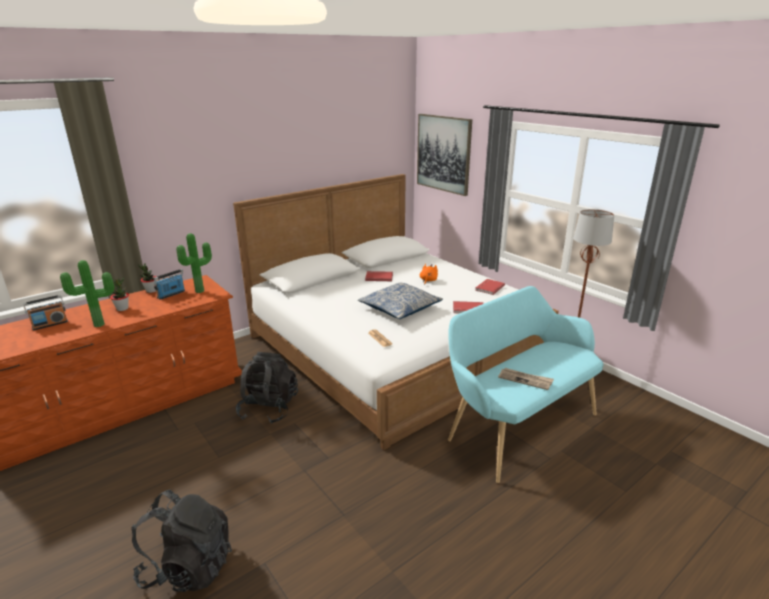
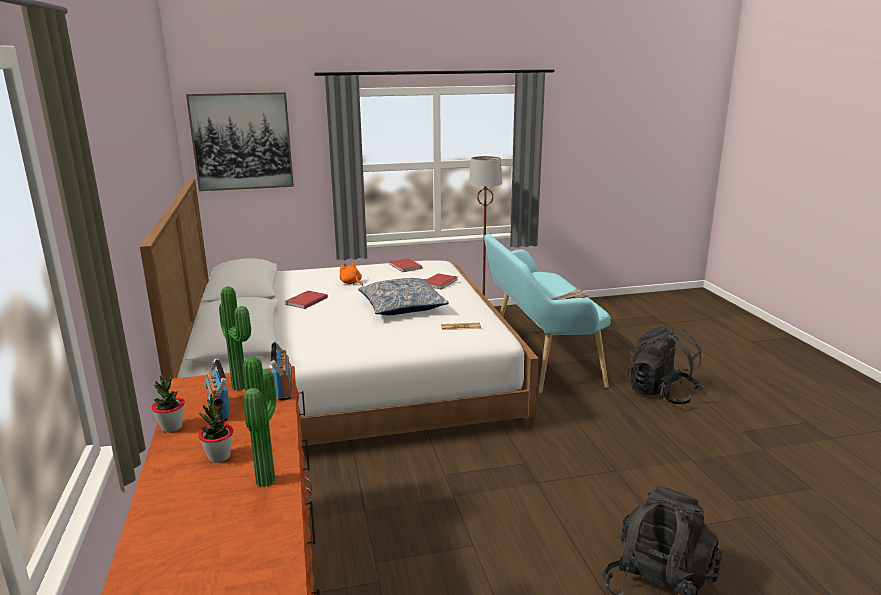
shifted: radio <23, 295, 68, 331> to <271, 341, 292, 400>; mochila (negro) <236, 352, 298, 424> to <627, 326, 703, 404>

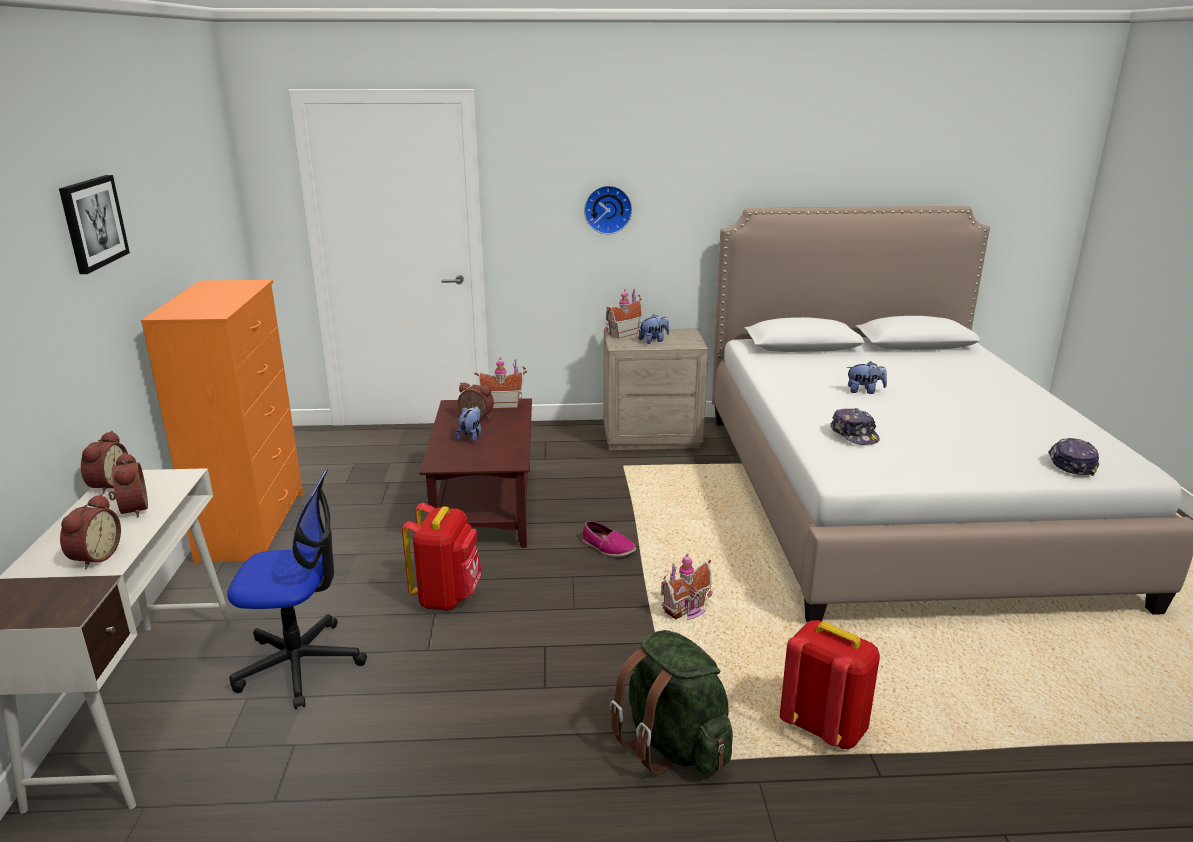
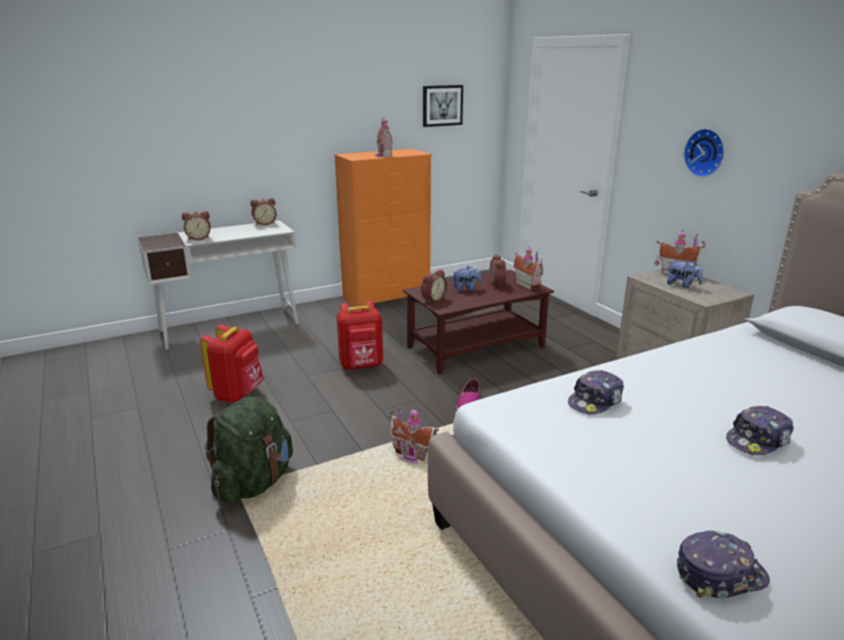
gone: silla de oficina <227, 468, 367, 709>; peluche <847, 361, 887, 394>
new: casita <375, 116, 393, 157>; gorra <726, 406, 794, 455>
shifted: mochila (rojo) <780, 620, 880, 749> to <200, 324, 264, 403>; despertador <108, 452, 148, 517> to <421, 269, 447, 303>; cuadro <59, 175, 130, 274> to <423, 85, 463, 127>

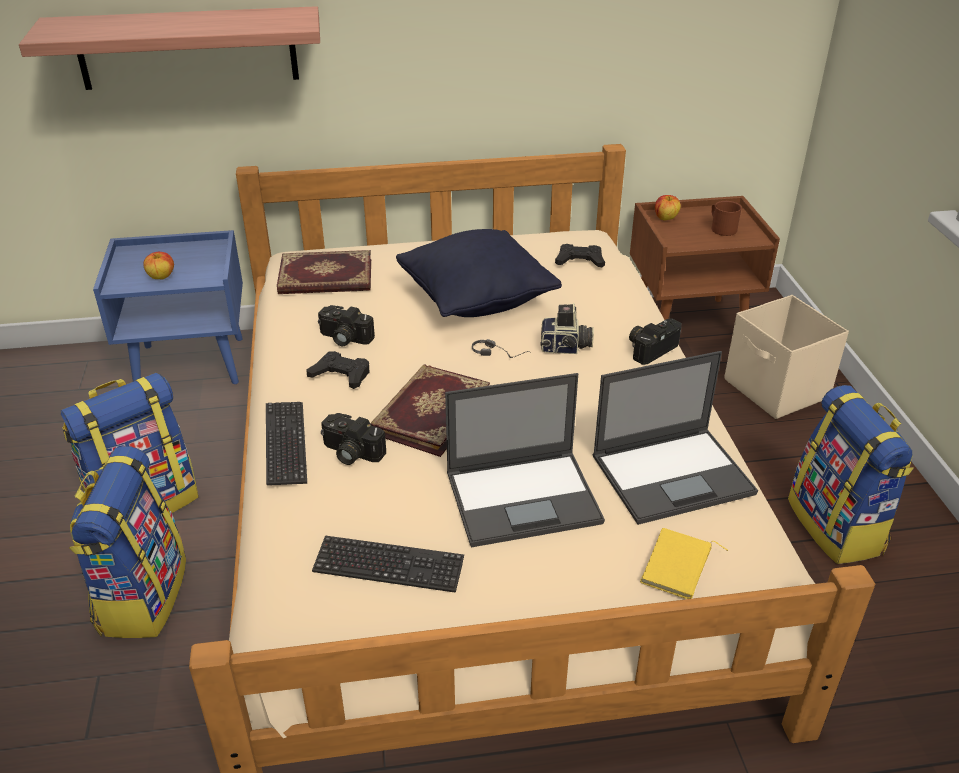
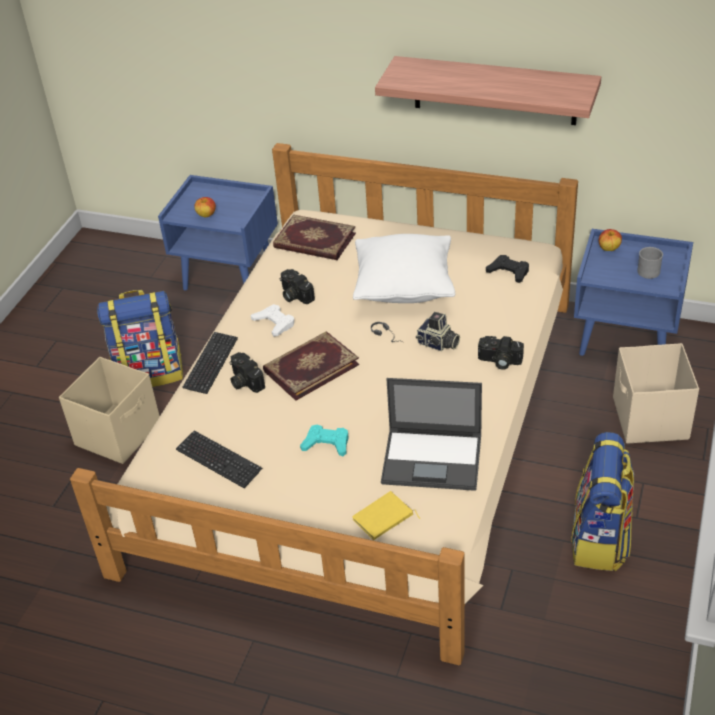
shifted: estante <19, 6, 320, 90> to <375, 56, 601, 125>
swapped: mochila <69, 446, 186, 638> to caja de almacenaje (beis) <59, 357, 160, 464>; portátil <445, 373, 605, 547> to mando de consola (turquesa) <300, 425, 349, 456>
repainted: mando de consola (negro) <306, 351, 369, 389> to mando de consola (blanco) <251, 304, 294, 336>; cojín (negro) <396, 229, 562, 317> to cojín (blanco) <353, 234, 455, 303>; mesita de noche (marrón) <630, 196, 780, 320> to mesita de noche (azul) <574, 229, 693, 356>; taza grande (marrón) <711, 201, 742, 236> to taza grande (gris) <637, 247, 663, 279>
rotated: cámara <629, 318, 682, 365> = <478, 336, 524, 370> 150 degrees counterclockwise

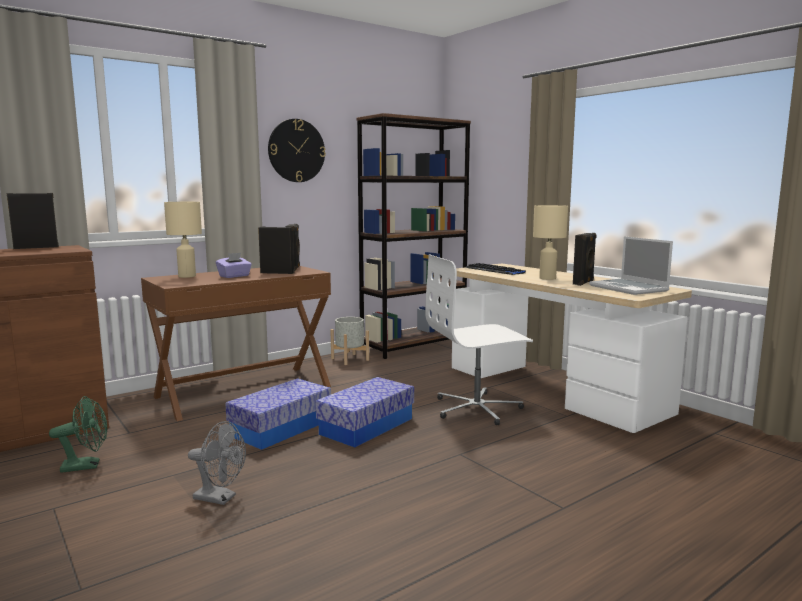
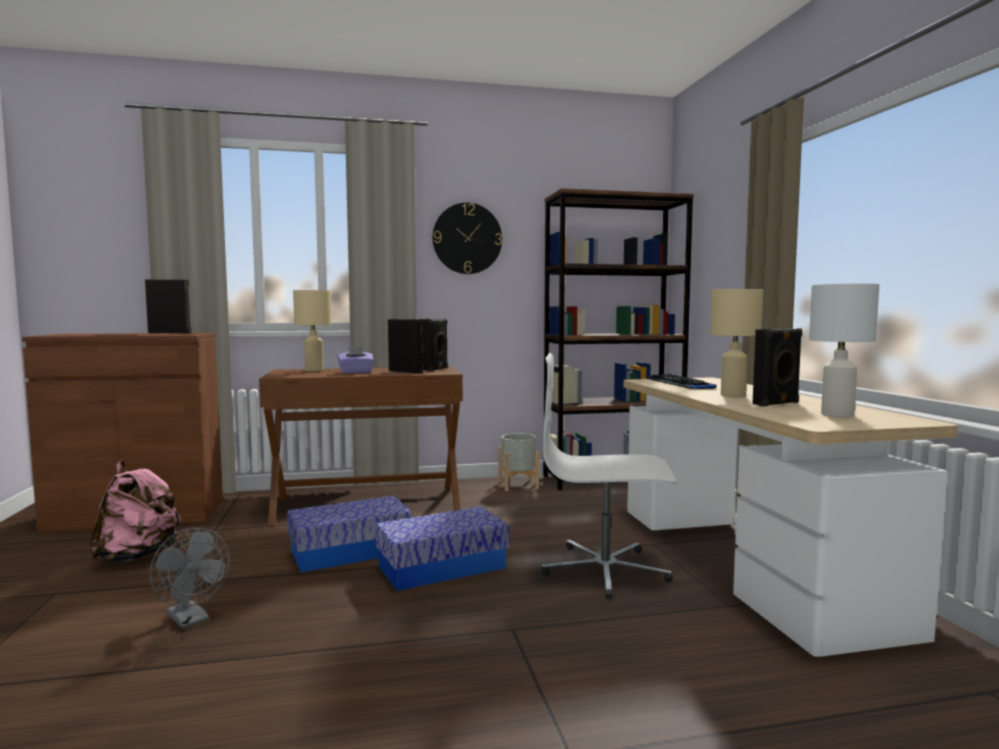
swapped: ventilador (verde) <49, 396, 107, 473> to mochila (rosa) <89, 460, 181, 562>; portátil <589, 236, 673, 295> to lámpara de mesa (blanco) <809, 283, 879, 418>

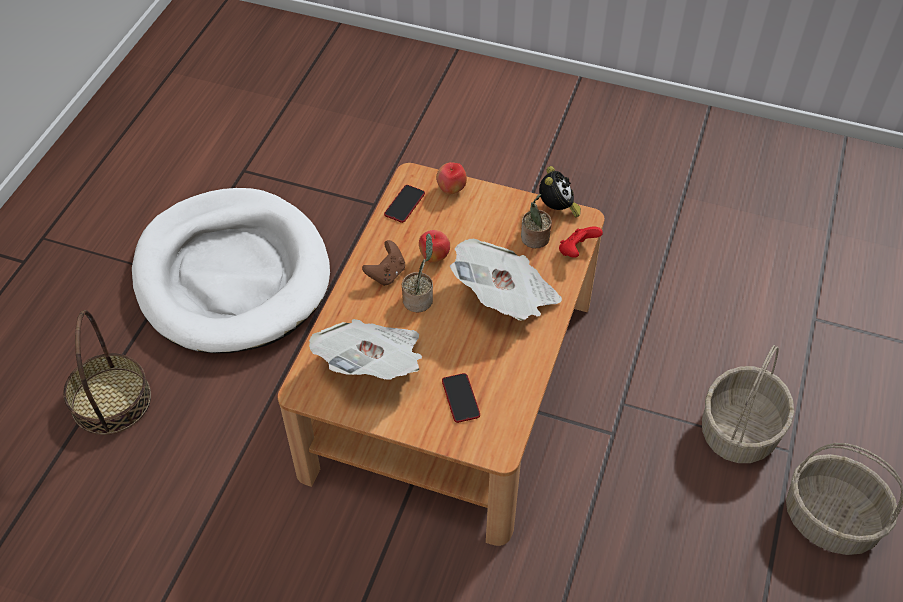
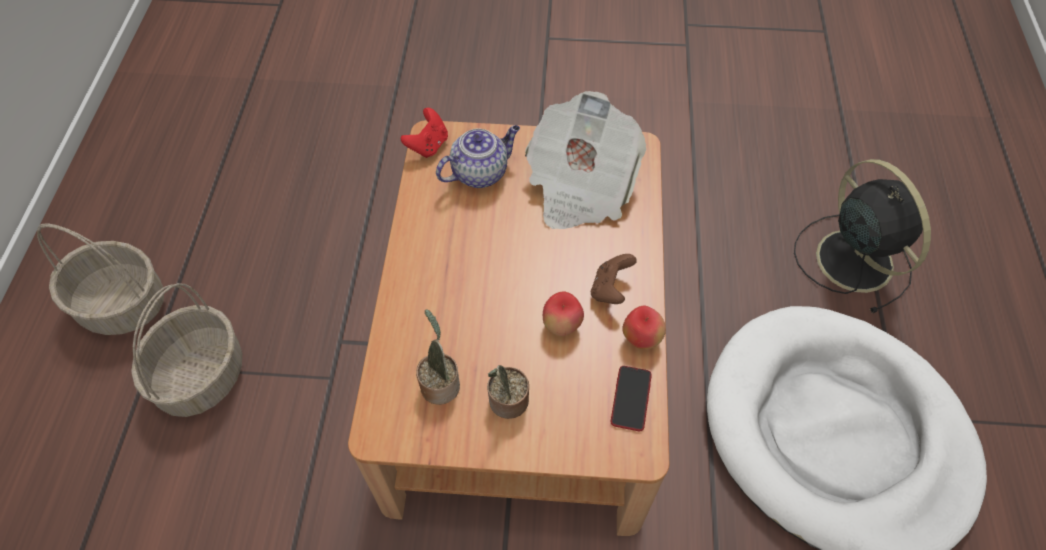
gone: periódico <450, 239, 562, 321>; despertador <539, 166, 581, 218>
shifted: mando de consola (rojo) <559, 226, 603, 258> to <401, 108, 448, 158>; planta en maceta <402, 233, 433, 313> to <487, 365, 529, 419>; manzana <436, 162, 467, 195> to <622, 306, 666, 349>
swapped: móvil <442, 373, 480, 423> to tetera <436, 125, 520, 188>; cesta <63, 310, 151, 435> to ventilador (negro) <794, 159, 931, 313>

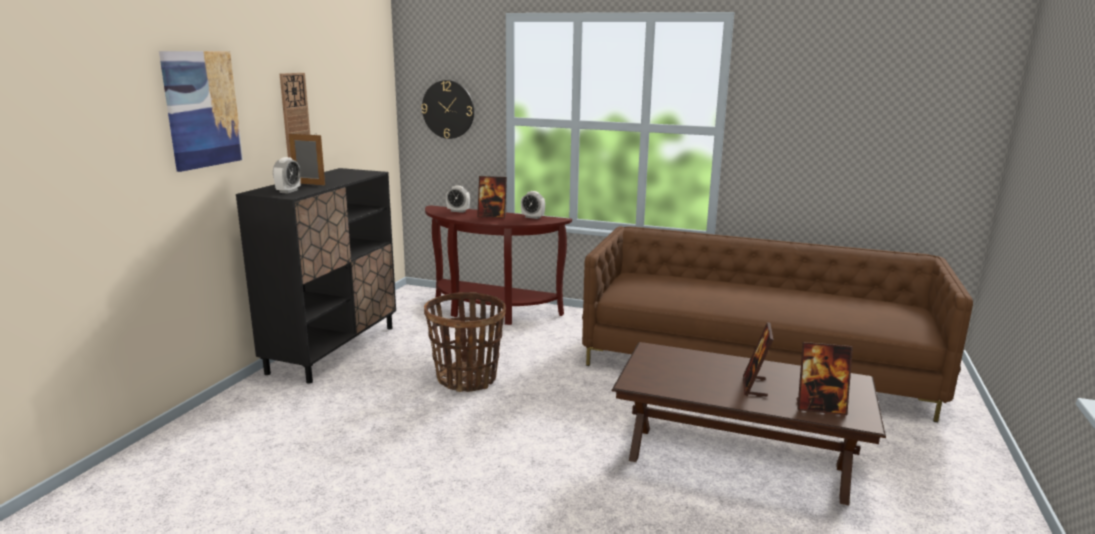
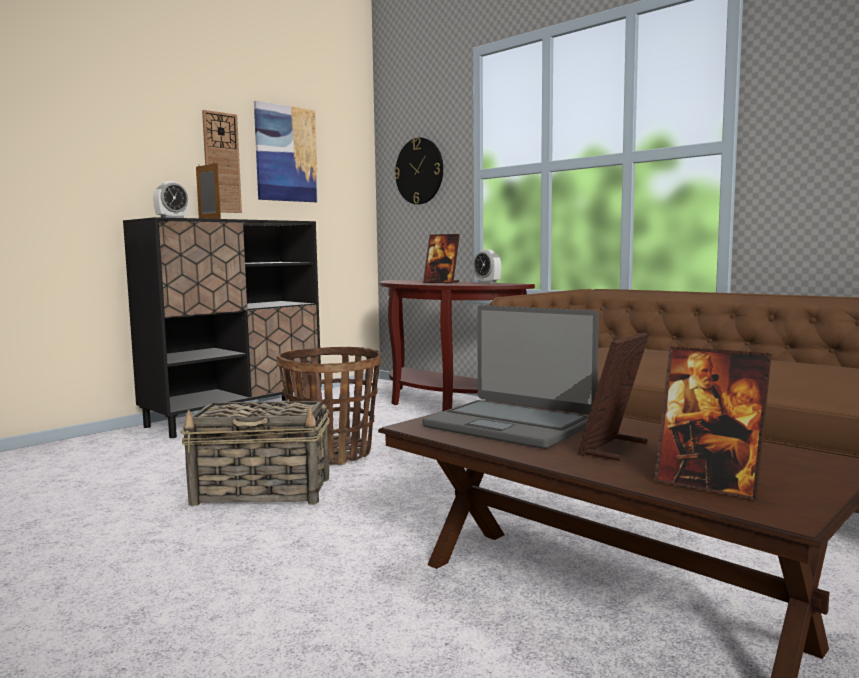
gone: despertador <446, 186, 470, 213>
new: cesta <180, 401, 330, 506>; portátil <422, 305, 599, 449>
shifted: cuadro <159, 51, 243, 172> to <254, 101, 318, 202>

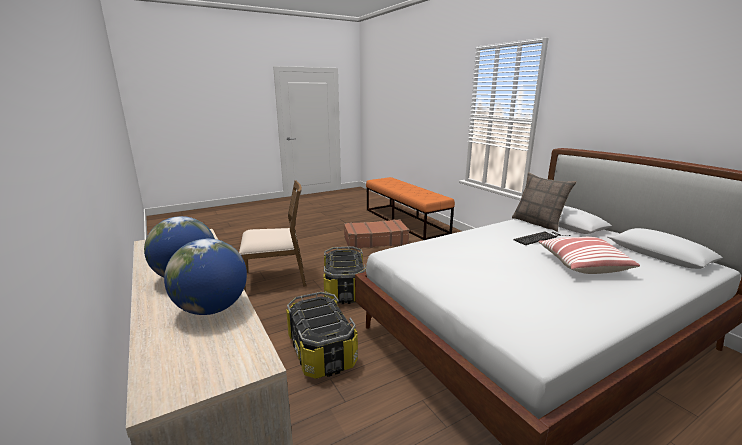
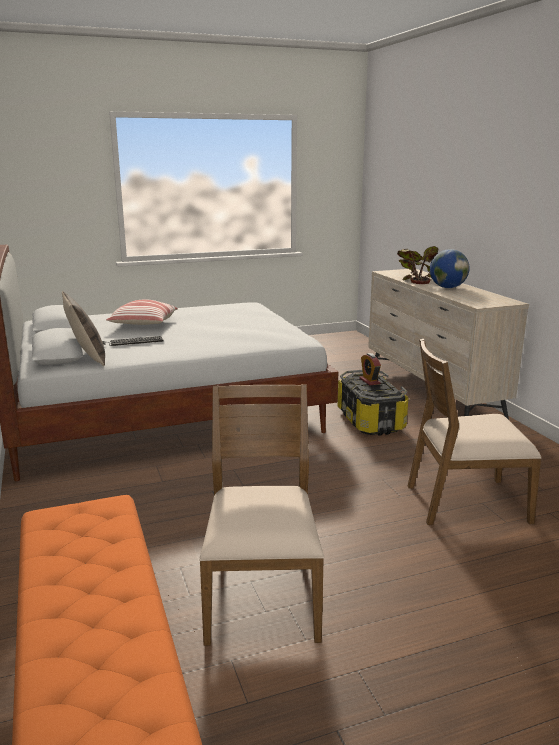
gone: caja de almacenaje <323, 246, 366, 304>
new: despertador <359, 353, 381, 385>
swapped: maleta (marrón) <344, 219, 409, 249> to silla (marrón) <199, 384, 324, 646>; globo terráqueo <164, 239, 247, 315> to planta en maceta <397, 246, 439, 284>

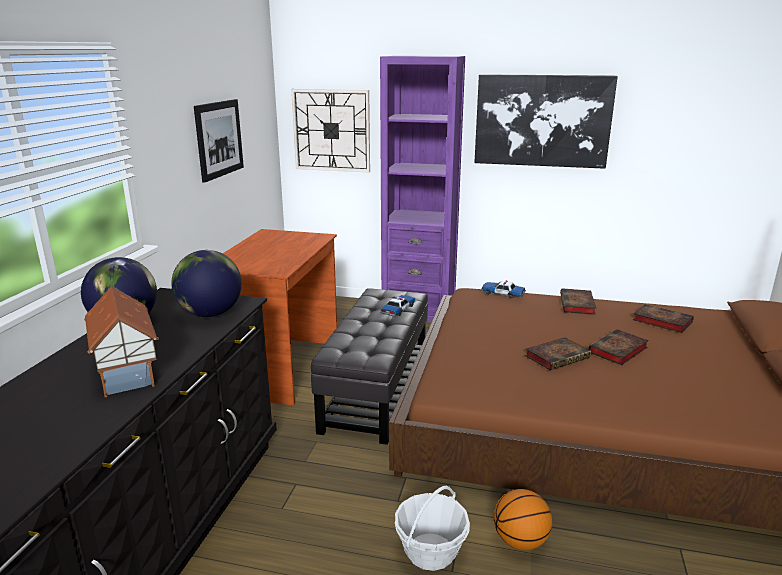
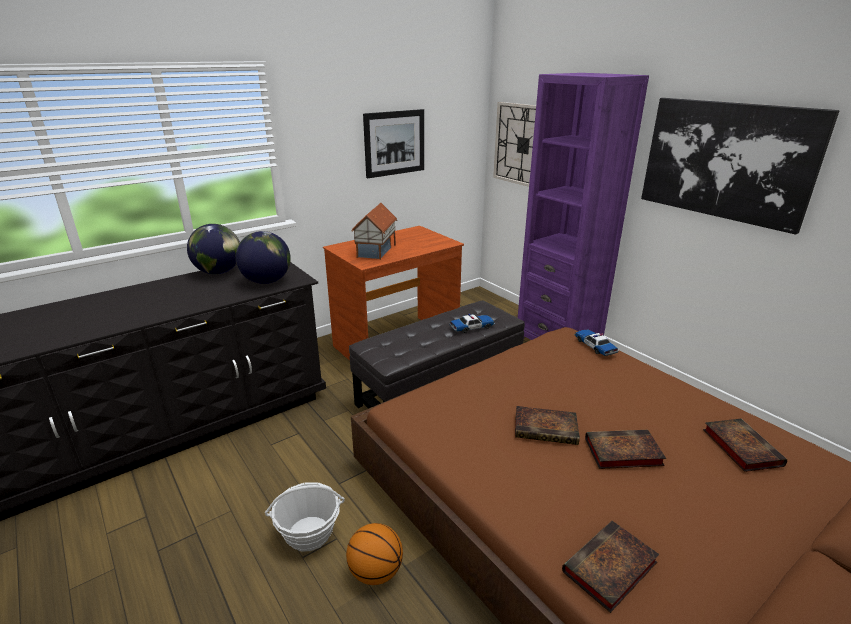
shifted: casita <84, 286, 159, 397> to <352, 203, 397, 260>; libro <560, 288, 596, 315> to <562, 521, 660, 613>

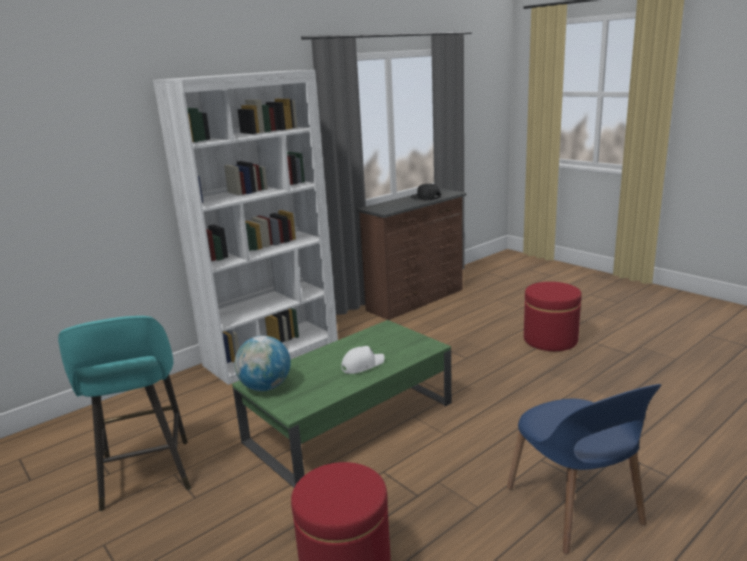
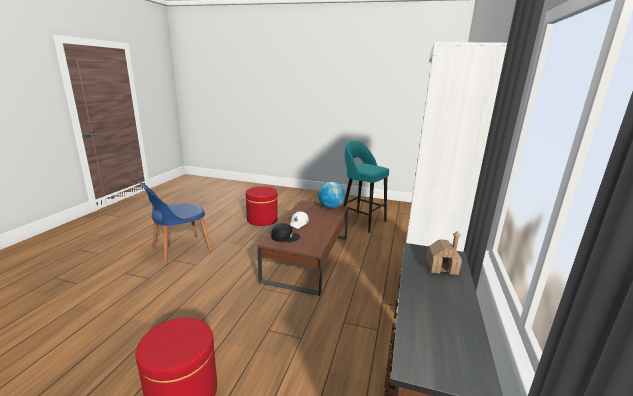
new: casita <426, 231, 462, 275>
shifted: gorra (negro) <411, 184, 441, 200> to <271, 223, 300, 242>
repainted: mesa de centro (verde) <232, 320, 452, 488> to mesa de centro (marrón) <257, 200, 349, 296>
rotated: silla (azul) <507, 384, 662, 554> = <139, 182, 212, 265> 75 degrees counterclockwise

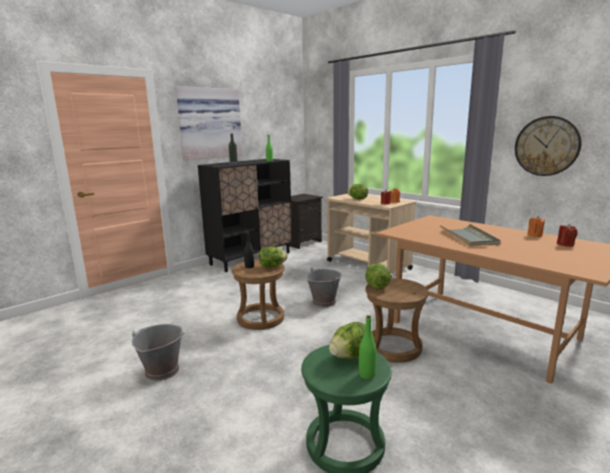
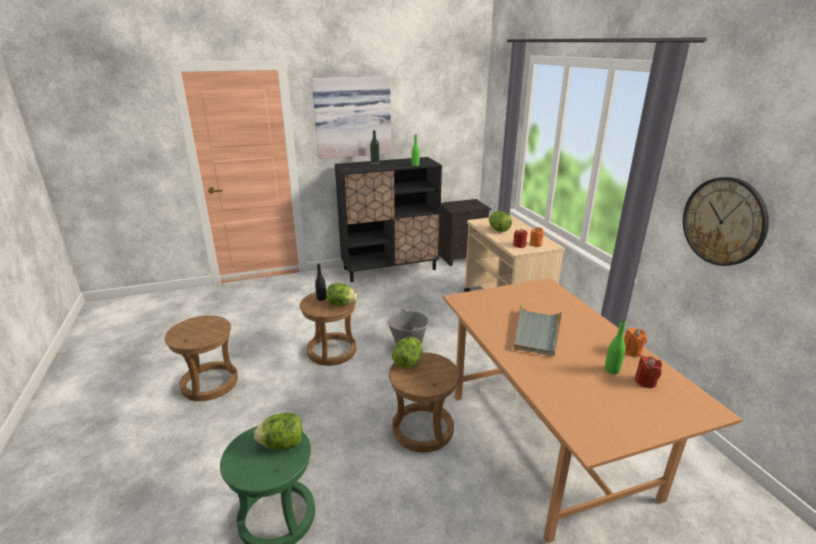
shifted: botella (verde) <359, 315, 377, 379> to <605, 320, 626, 374>
swapped: cubo (gris) <132, 324, 184, 381> to taburete (marrón) <165, 315, 238, 401>

